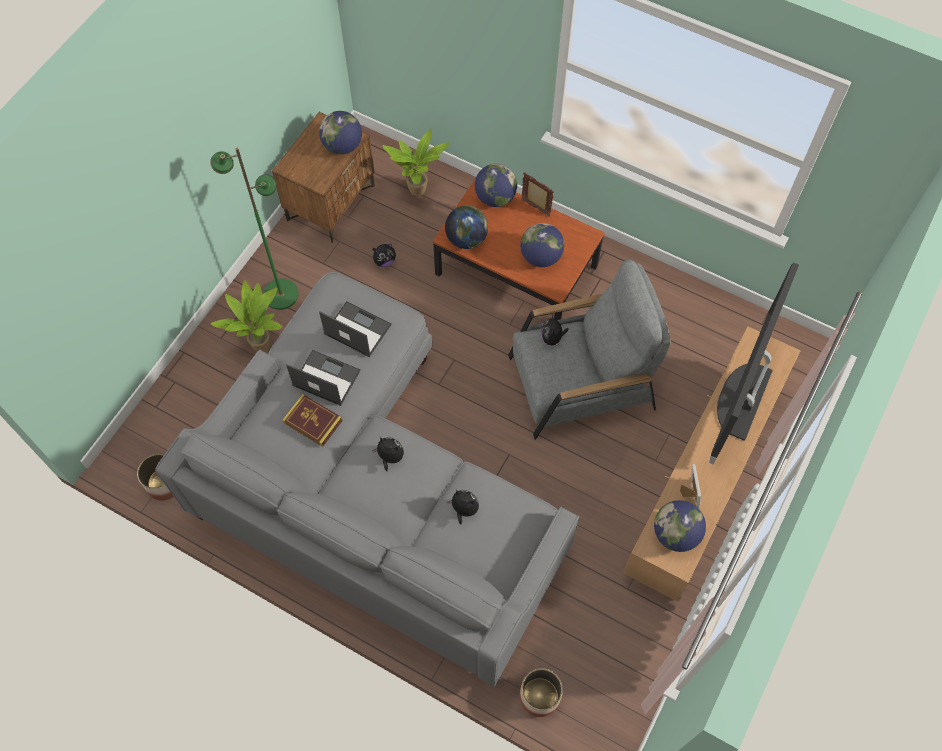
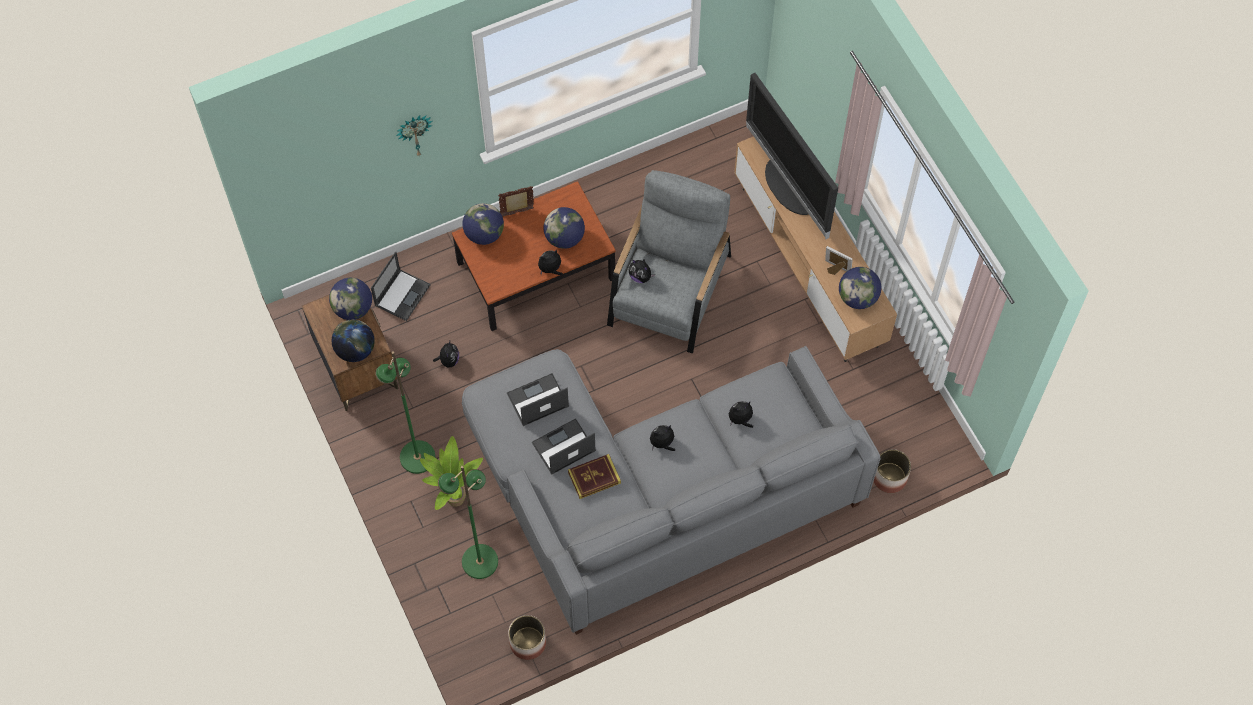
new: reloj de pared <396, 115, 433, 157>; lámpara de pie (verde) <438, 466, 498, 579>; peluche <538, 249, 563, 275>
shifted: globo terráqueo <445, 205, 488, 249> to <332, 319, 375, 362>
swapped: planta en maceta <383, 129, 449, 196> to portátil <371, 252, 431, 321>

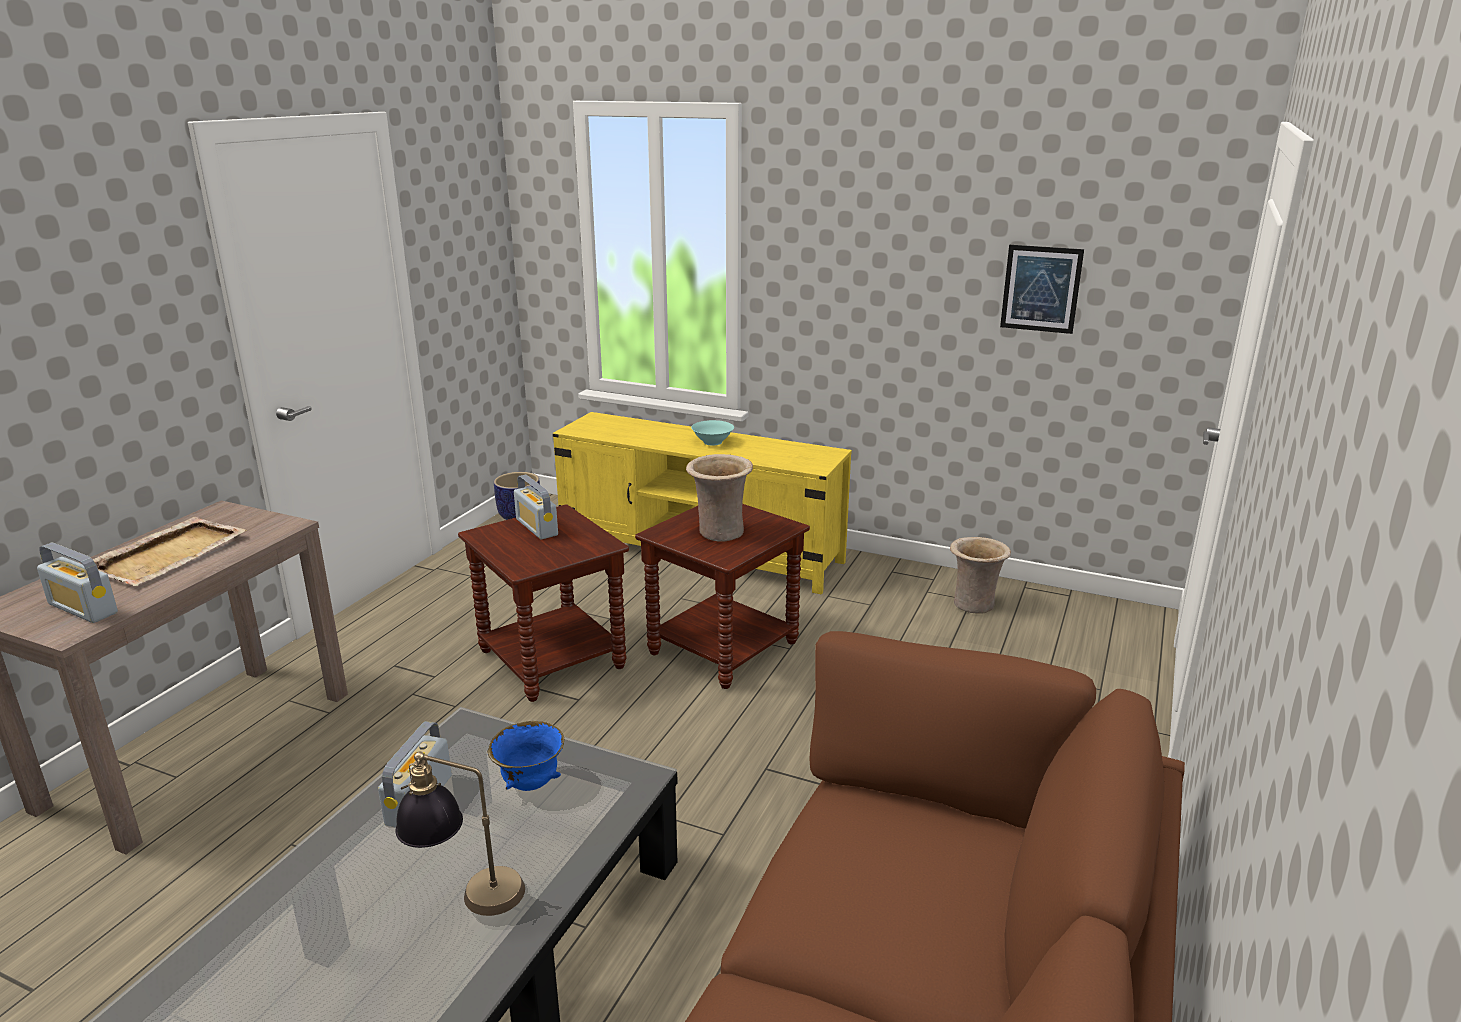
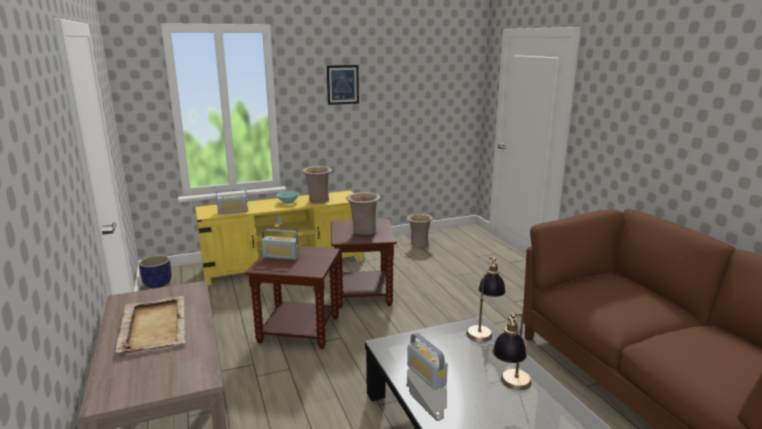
gone: cuenco (azul) <487, 721, 564, 791>
new: florero (beis) <302, 166, 332, 203>; lámpara de mesa <466, 257, 506, 342>
shifted: radio <37, 543, 118, 623> to <216, 188, 248, 214>; cuadro <1000, 245, 1084, 334> to <327, 65, 359, 105>

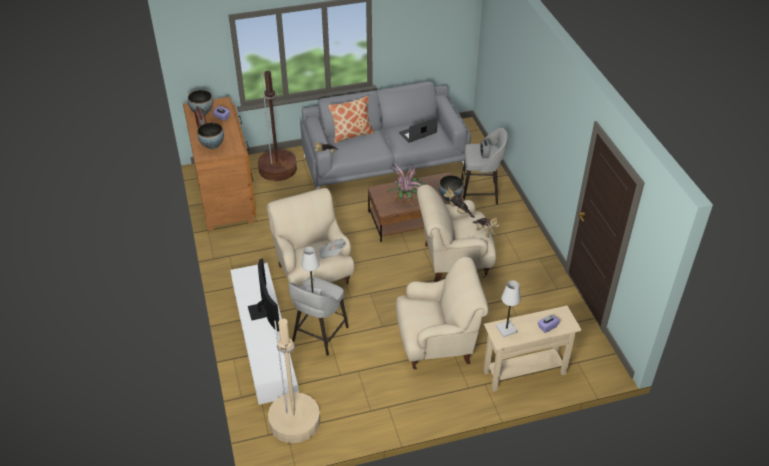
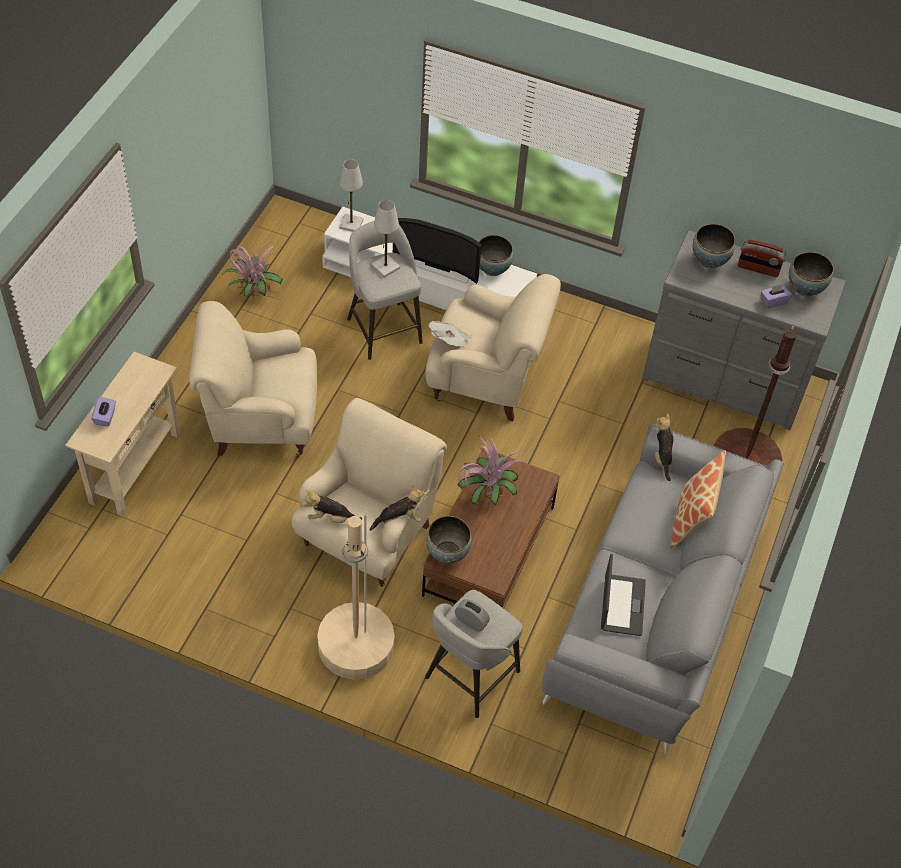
new: planta en maceta <222, 242, 283, 303>; cuenco <479, 235, 513, 276>
shifted: lámpara de pie (beis) <268, 319, 320, 443> to <317, 515, 395, 680>; lámpara de mesa (blanco) <496, 280, 521, 337> to <339, 159, 364, 232>
repainted: cómoda (marrón) <183, 97, 256, 231> to cómoda (gris) <642, 230, 846, 430>
rotated: sillón (beis) <396, 257, 488, 369> = <189, 301, 317, 456> 60 degrees clockwise

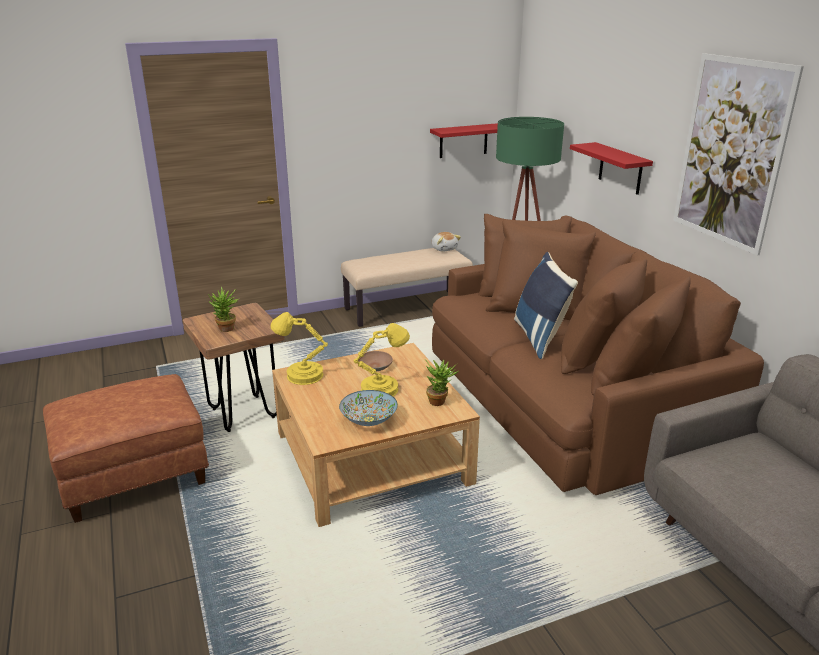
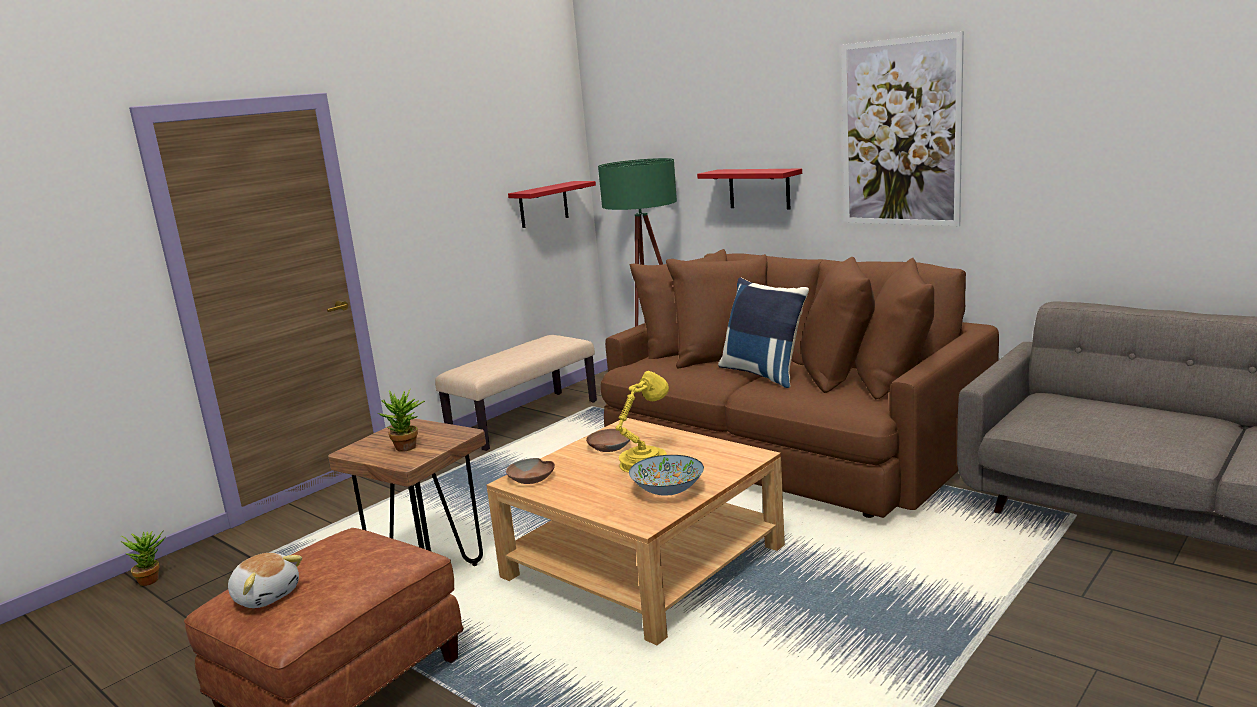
shifted: planta en maceta <425, 359, 459, 406> to <121, 530, 165, 586>; peluche <431, 232, 461, 252> to <228, 553, 302, 608>
swapped: lámpara de mesa (amarillo) <270, 312, 328, 385> to cuenco (marrón) <506, 458, 555, 484>

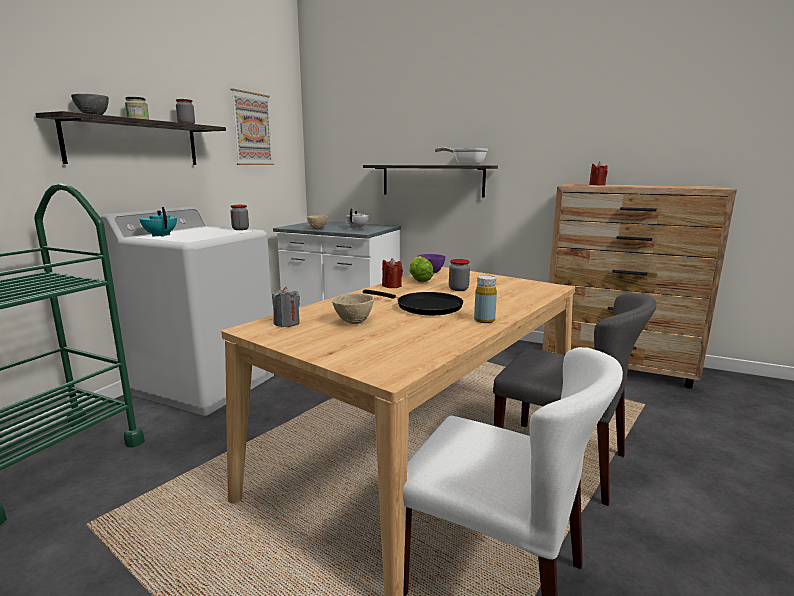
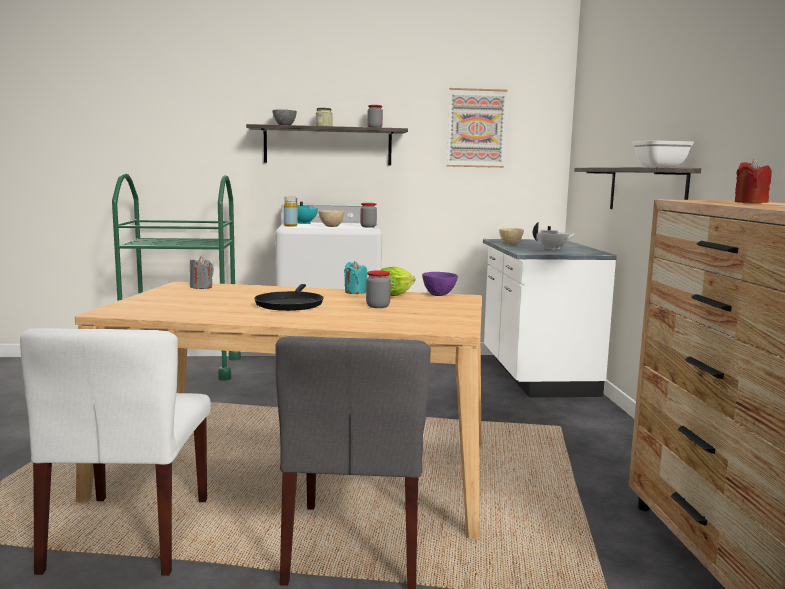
shifted: botella (amarillo) <474, 275, 497, 323> to <284, 196, 297, 226>; cuenco (beis) <332, 293, 374, 324> to <318, 210, 345, 227>
repainted: vela (rojo) <382, 258, 403, 288> to vela (turquesa) <344, 261, 367, 294>

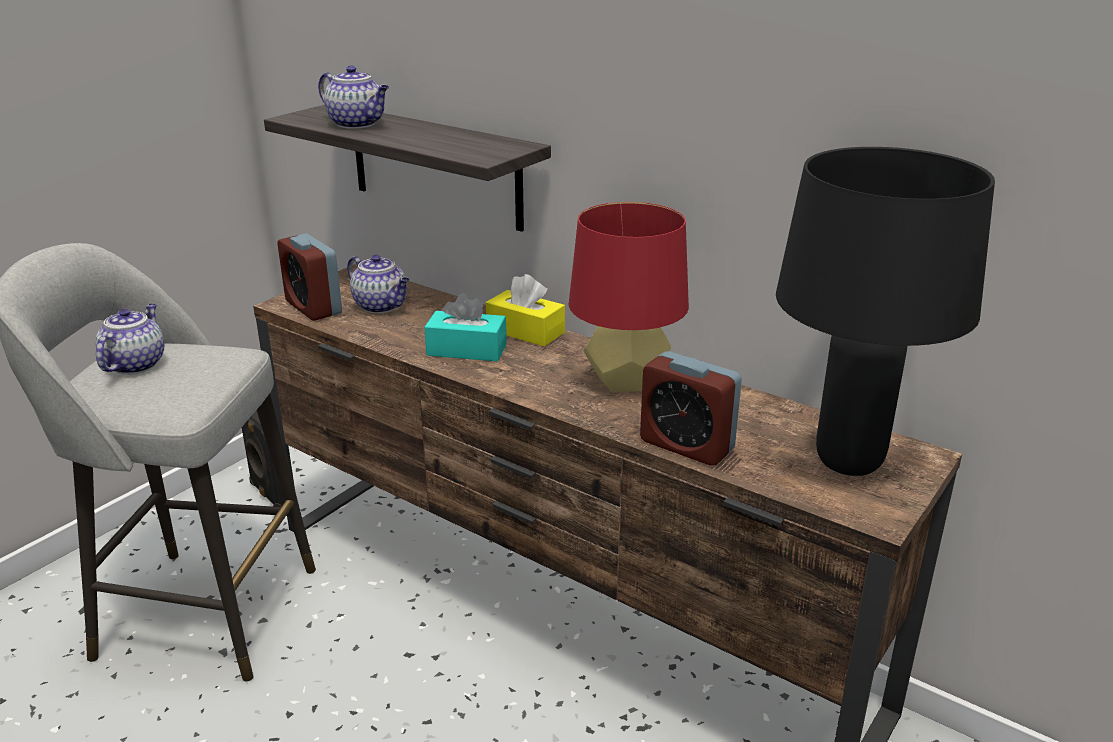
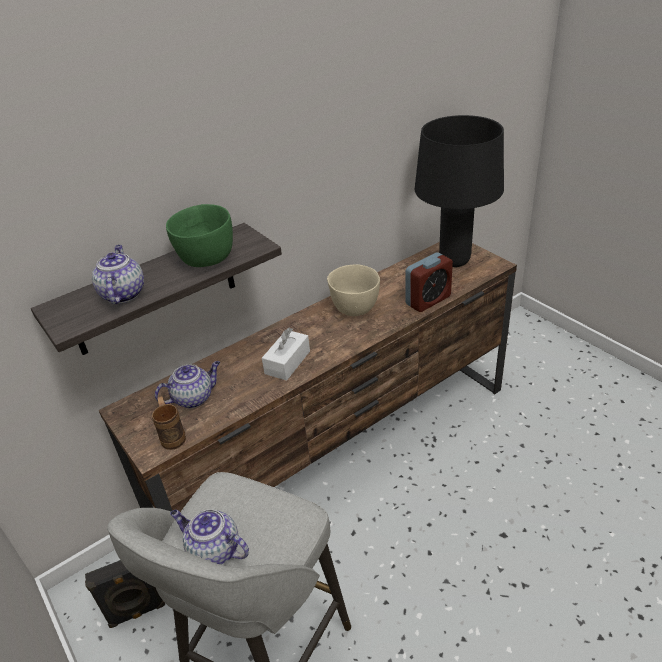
gone: caja de pañuelos (amarillo) <486, 274, 565, 346>
new: cuenco (verde) <166, 204, 233, 267>
swapped: despertador <277, 233, 342, 321> to taza grande (marrón) <152, 396, 186, 450>; lámpara de mesa (rojo) <569, 202, 689, 392> to cuenco (beis) <327, 265, 380, 316>
repainted: caja de pañuelos (turquesa) <424, 293, 507, 361> to caja de pañuelos (blanco) <262, 328, 310, 381>
rotated: tetera <318, 65, 389, 129> = <92, 245, 144, 304> 60 degrees counterclockwise

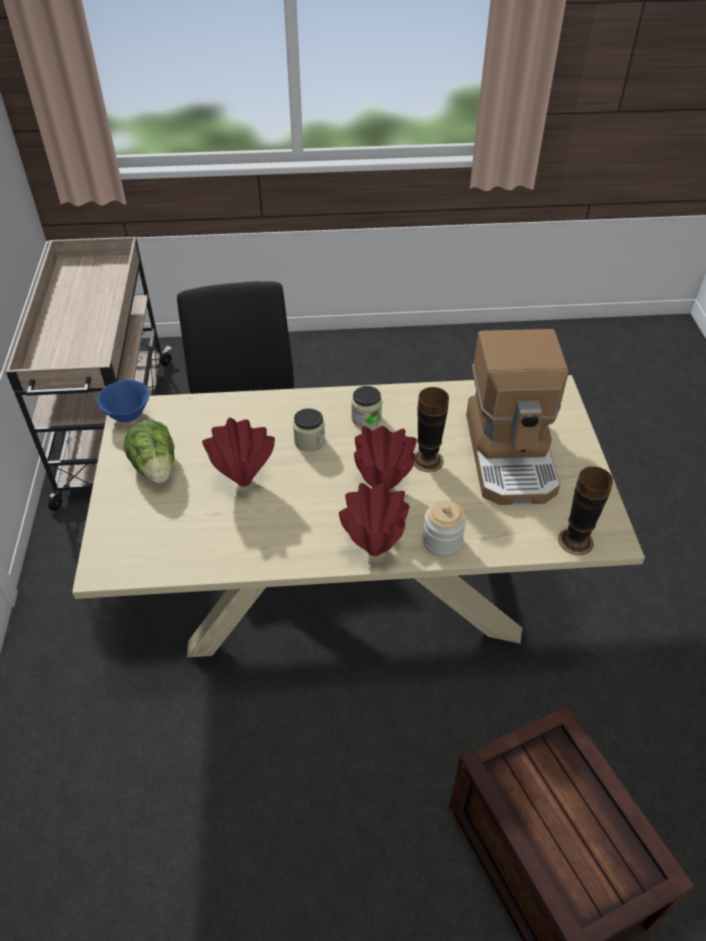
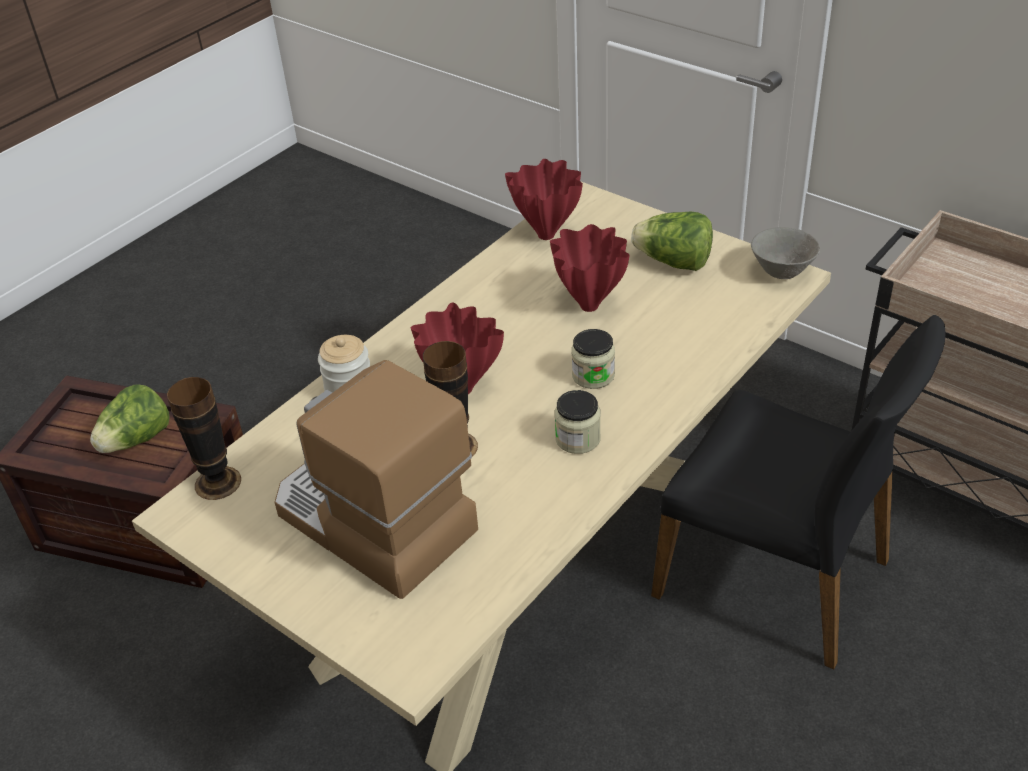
new: lechuga <90, 385, 170, 453>
shifted: florero (rojo) <339, 483, 409, 556> to <505, 159, 583, 240>
repainted: cuenco (azul) <97, 380, 149, 422> to cuenco (gris) <751, 227, 820, 279>

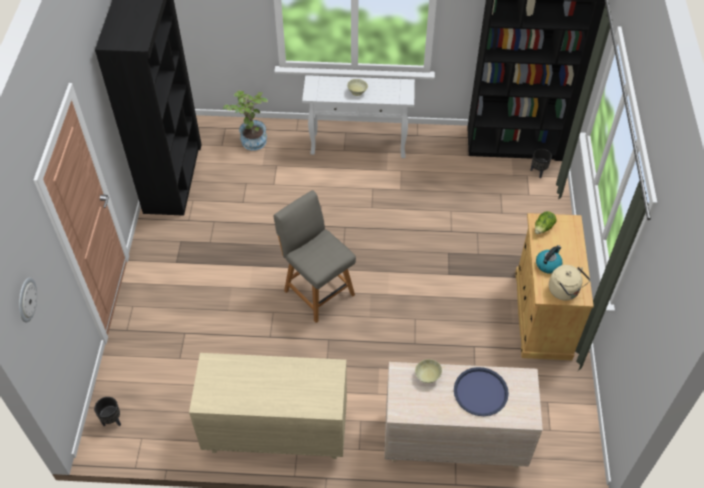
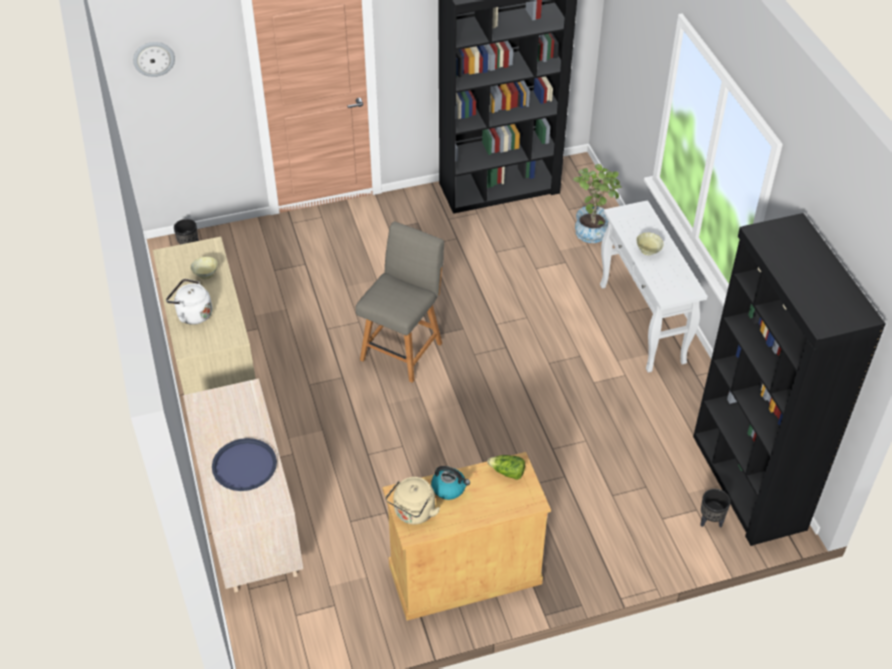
new: hervidor (blanco) <166, 279, 212, 325>
shifted: cuenco (beis) <415, 359, 442, 383> to <190, 257, 218, 279>

